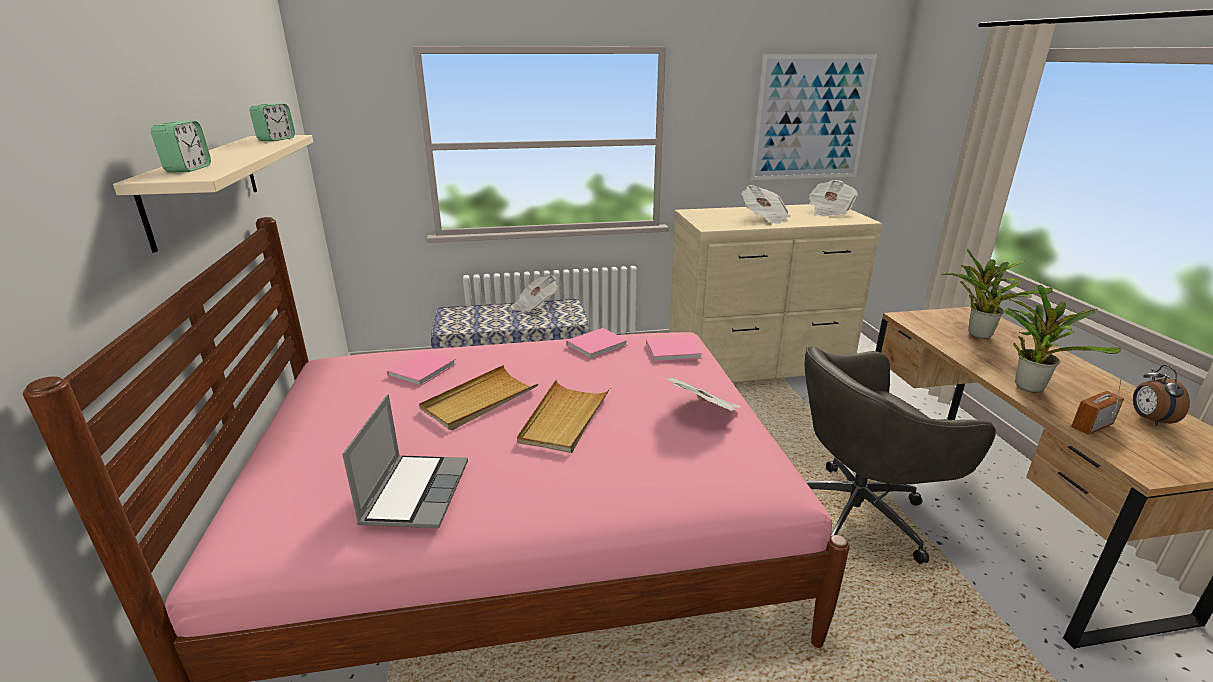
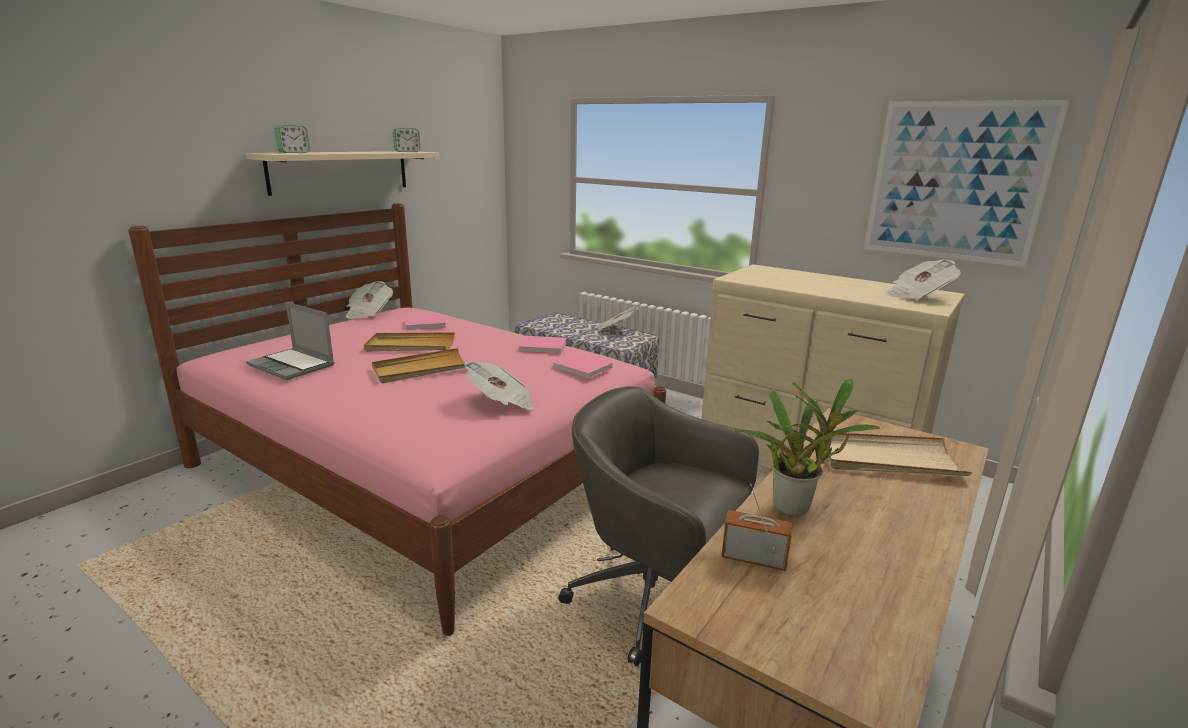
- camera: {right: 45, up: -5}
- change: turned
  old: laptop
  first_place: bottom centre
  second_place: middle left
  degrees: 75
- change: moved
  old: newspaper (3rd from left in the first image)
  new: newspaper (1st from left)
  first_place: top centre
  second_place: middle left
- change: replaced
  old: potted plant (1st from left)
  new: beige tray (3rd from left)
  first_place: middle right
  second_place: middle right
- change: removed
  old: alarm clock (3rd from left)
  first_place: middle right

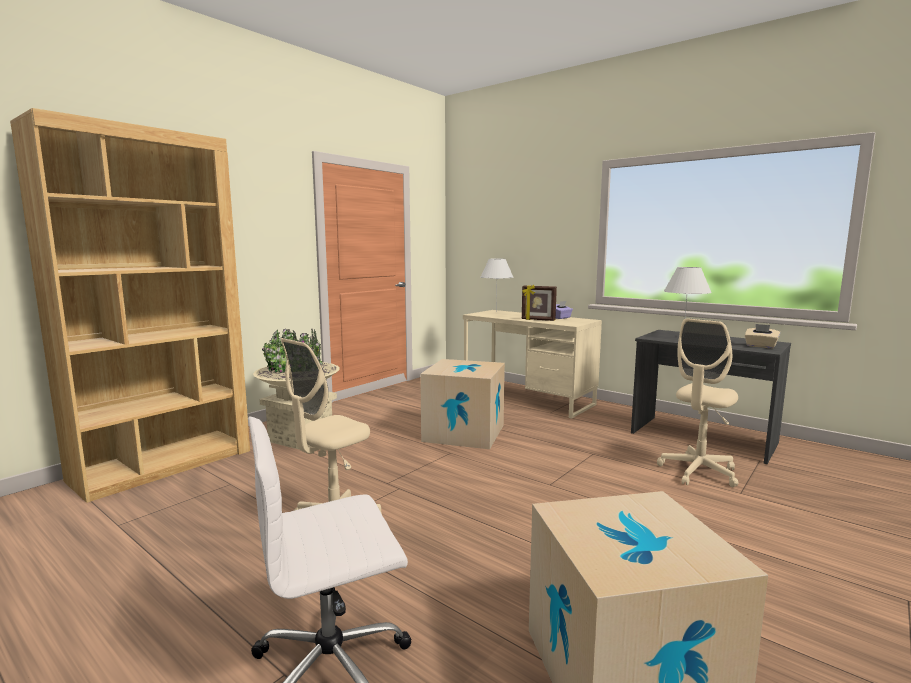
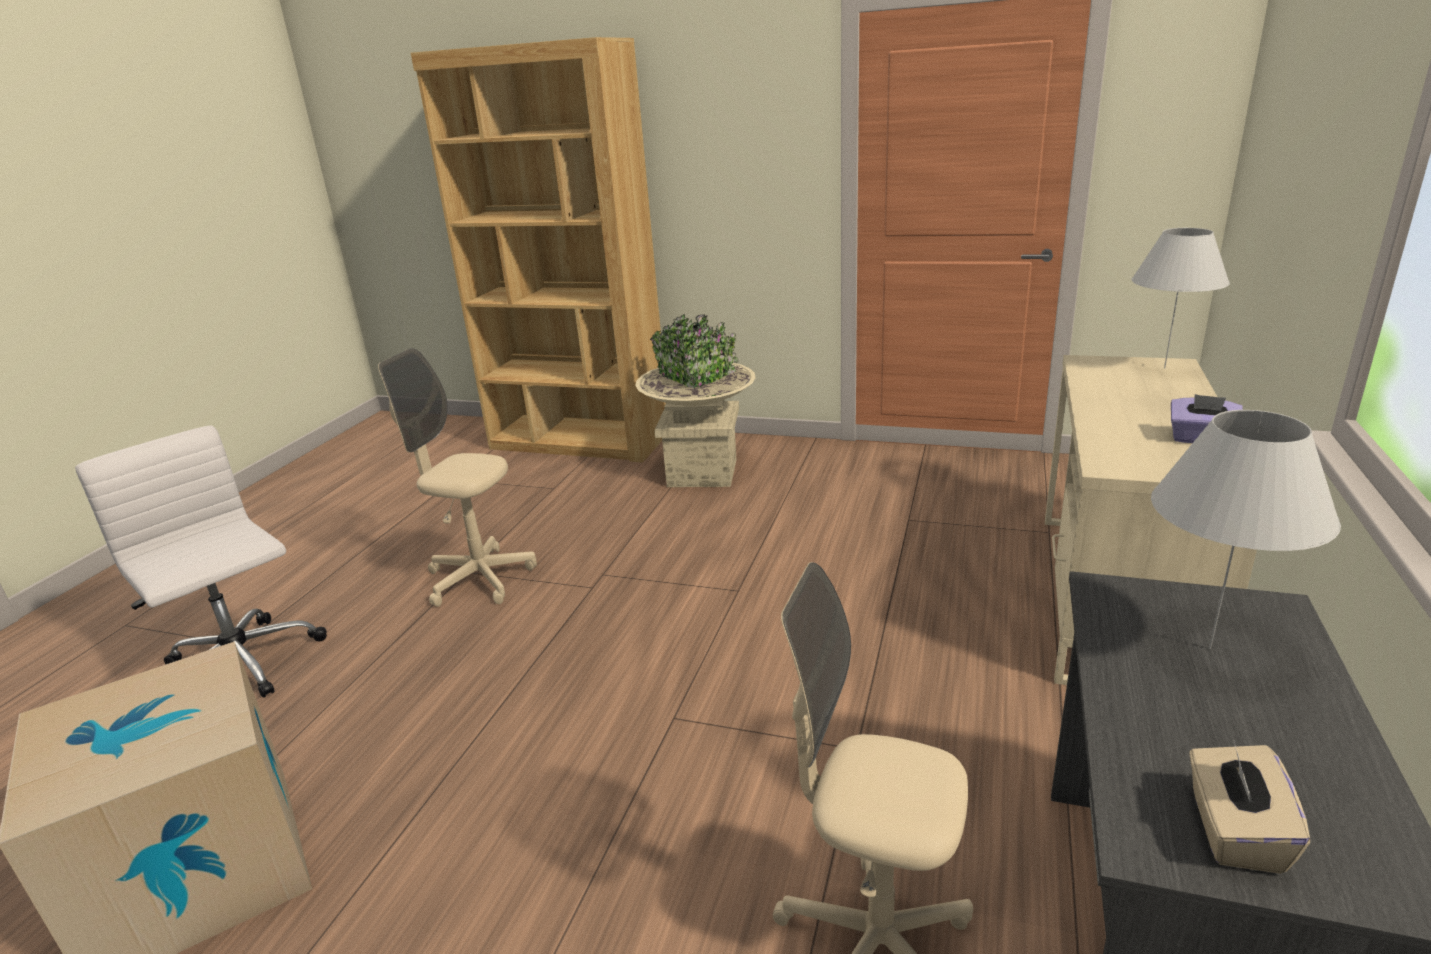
- camera: {right: 70, up: 15}
- change: removed
  old: cardboard box (1st from left)
  first_place: centre
- change: removed
  old: picture frame
  first_place: centre

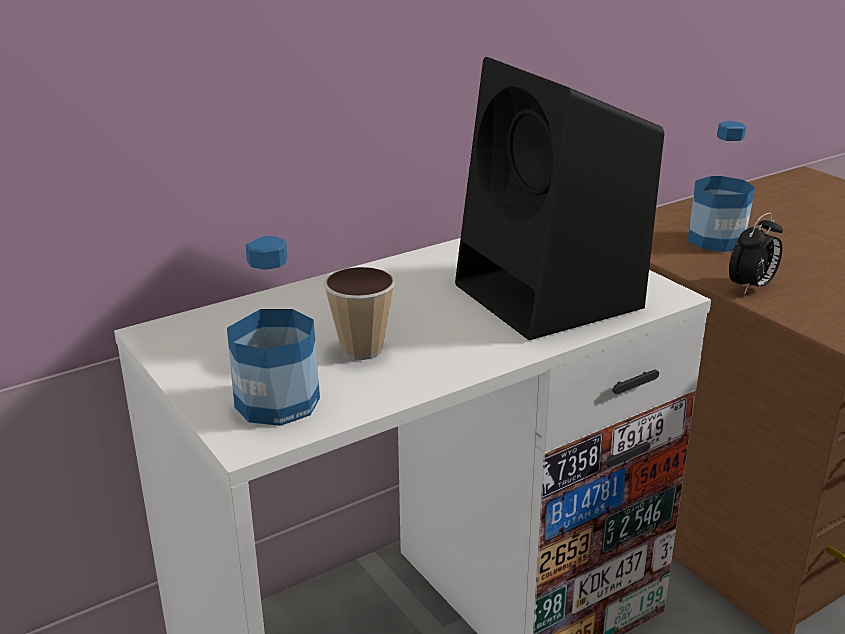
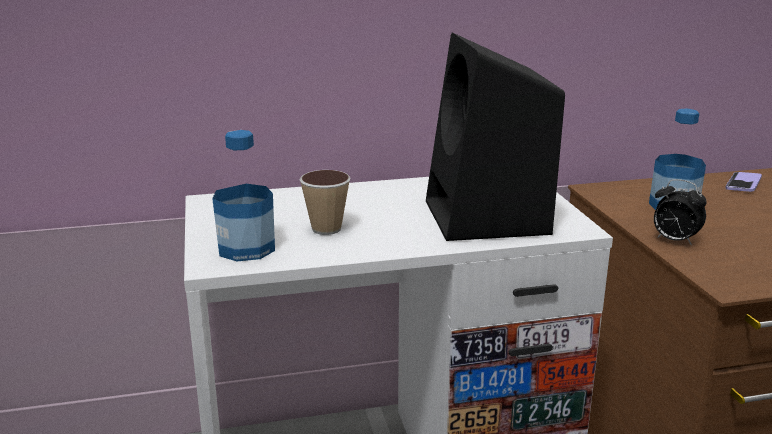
- camera: {right: 20, up: -5}
- change: turned
  old: alarm clock
  first_place: middle right
  second_place: middle right
  degrees: 60
- change: added
  new: phone
  second_place: middle right

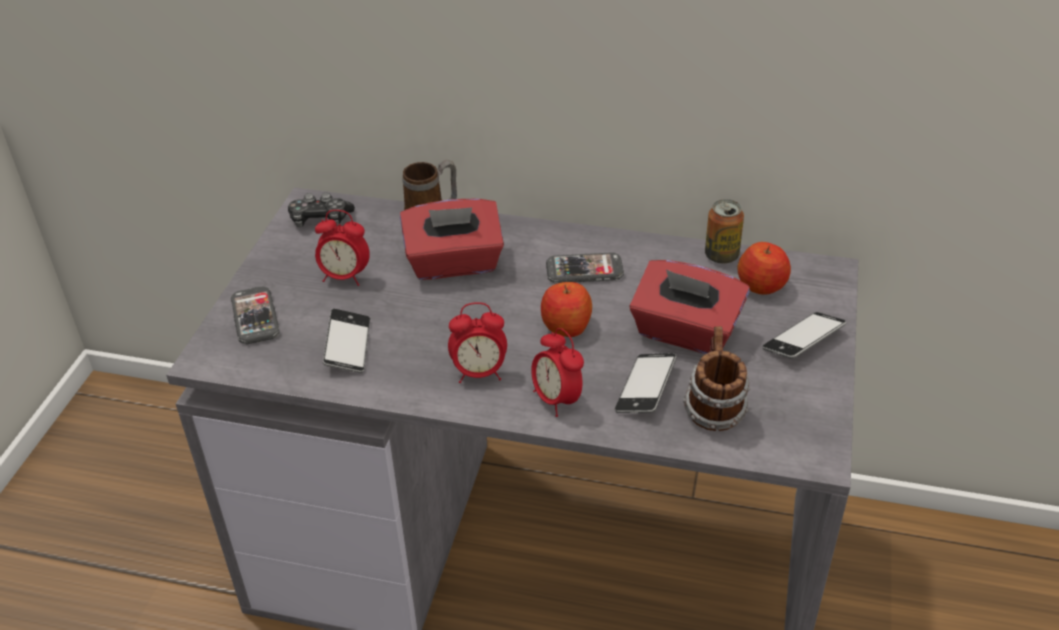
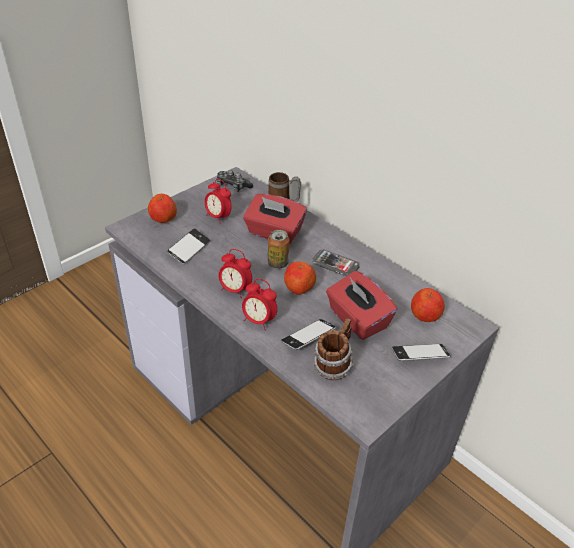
- camera: {right: 30, up: 0}
- change: replaced
  old: phone (1st from left)
  new: apple (1st from left)
  first_place: middle left
  second_place: middle left
- change: turned
  old: alarm clock (3rd from left)
  first_place: centre
  second_place: centre
  degrees: -60
- change: moved
  old: can
  first_place: middle right
  second_place: centre

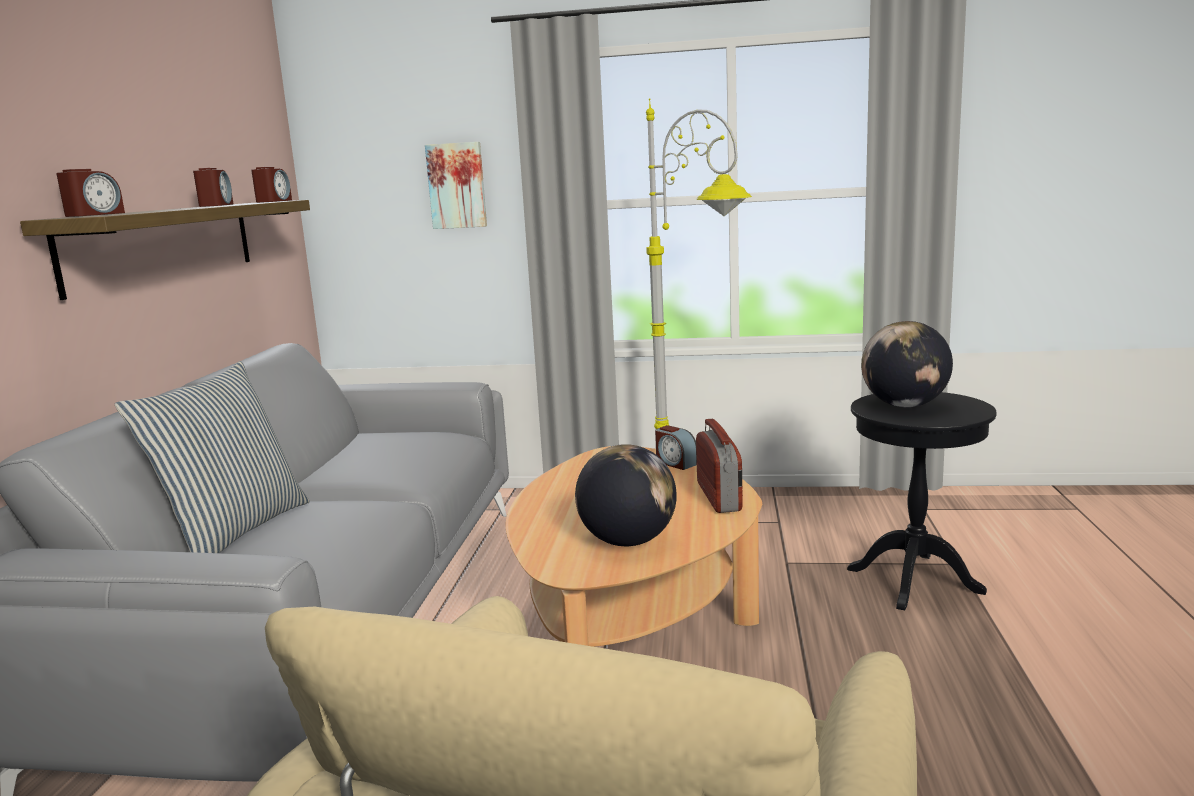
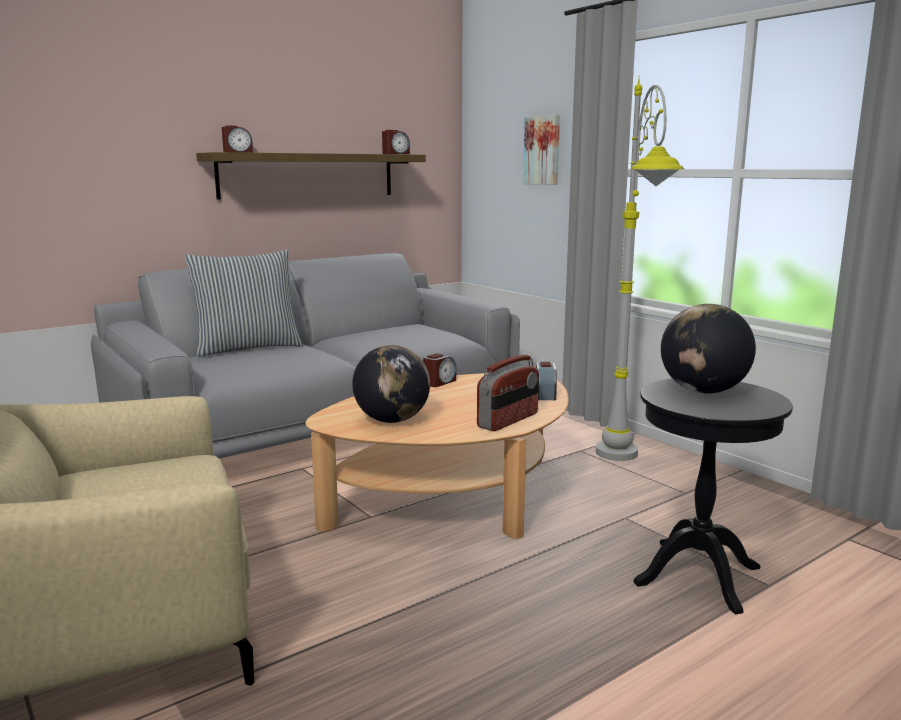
- camera: {right: 45, up: 0}
- change: moved
  old: alarm clock (2nd from left in the first image)
  new: alarm clock (3rd from left)
  first_place: top left
  second_place: centre

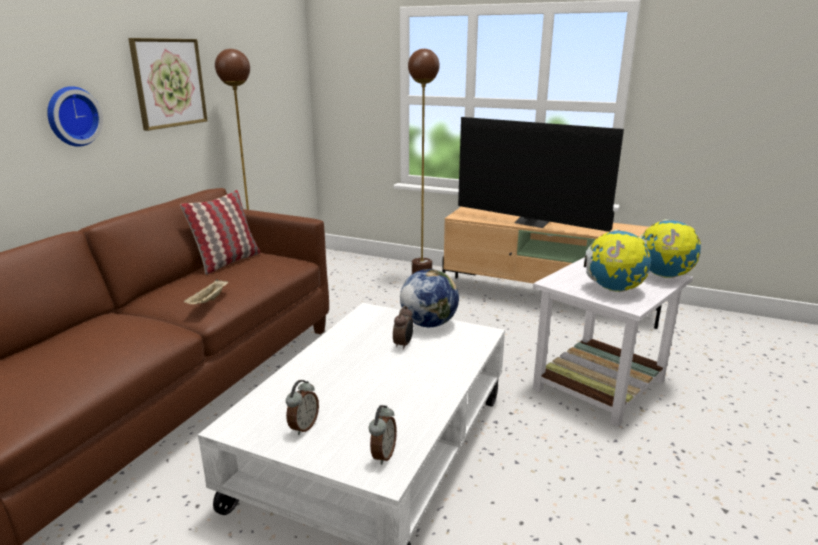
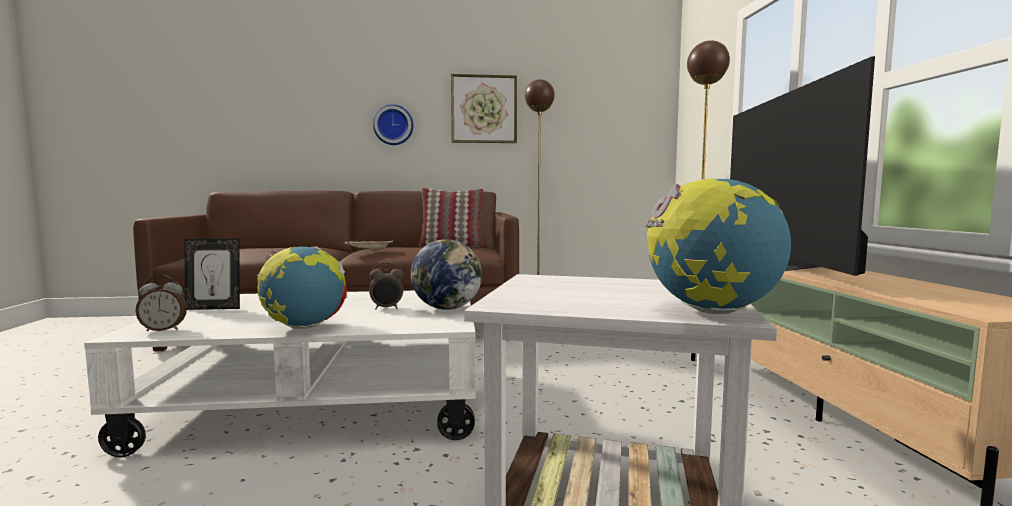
- camera: {right: 60, up: -15}
- change: replaced
  old: alarm clock (1st from left)
  new: picture frame
  first_place: bottom centre
  second_place: middle left
- change: moved
  old: globe (2nd from left in the first image)
  new: globe (1st from left)
  first_place: middle right
  second_place: middle left

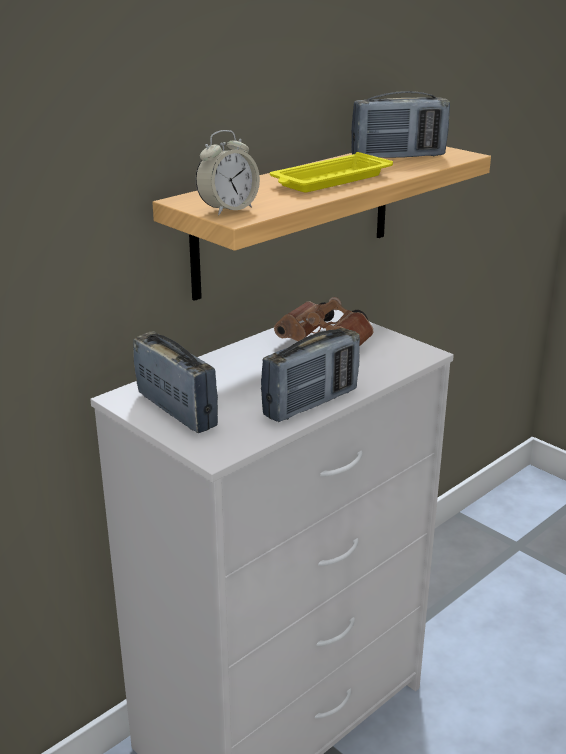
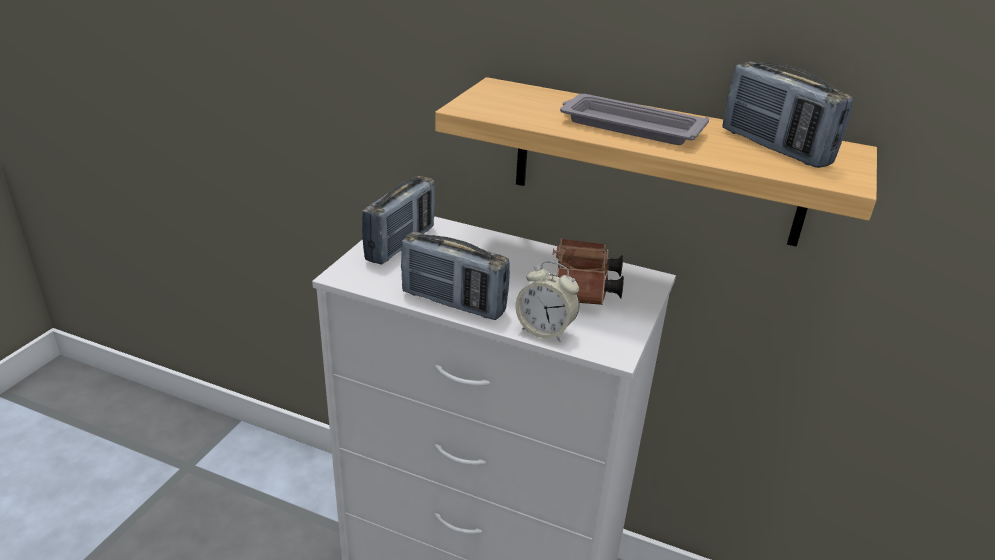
- camera: {right: 65, up: 5}
- change: moved
  old: alarm clock
  first_place: top centre
  second_place: centre
- change: recoloured
  old: yellow tray
  new: grey tray
  first_place: top centre
  second_place: top centre

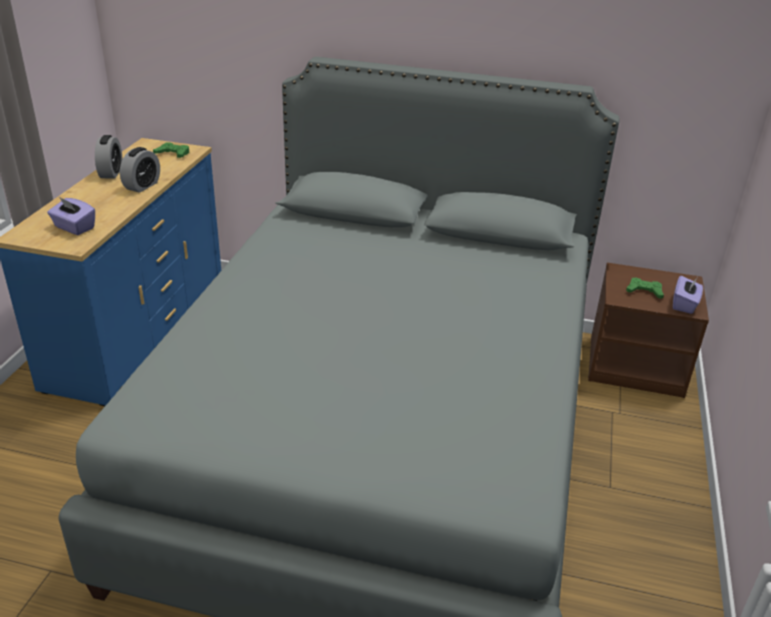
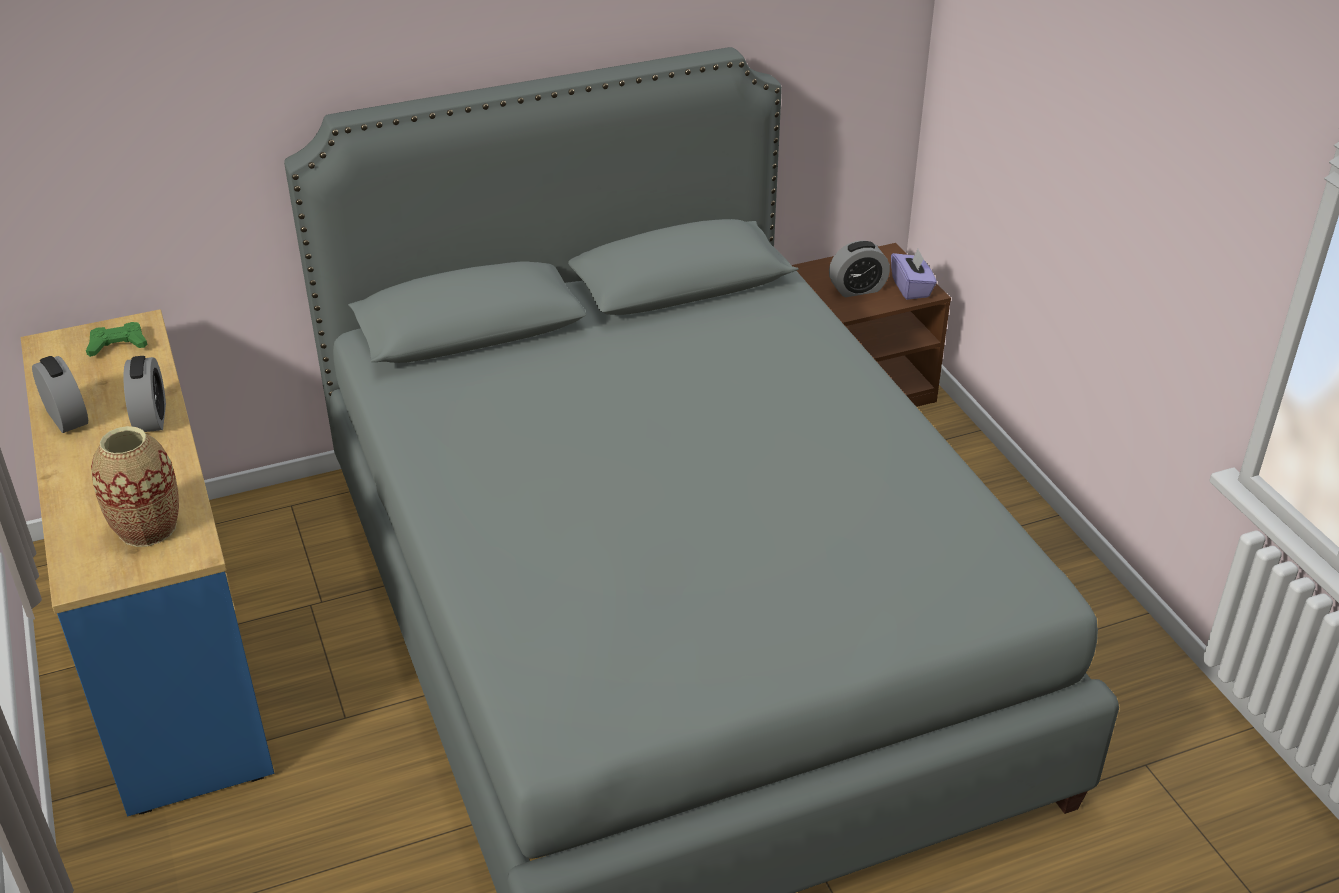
- camera: {right: -35, up: 5}
- change: replaced
  old: purple tissue box (1st from left)
  new: vase
  first_place: middle left
  second_place: middle left
- change: replaced
  old: green game controller (2nd from left)
  new: alarm clock (3rd from left)
  first_place: middle right
  second_place: top centre

